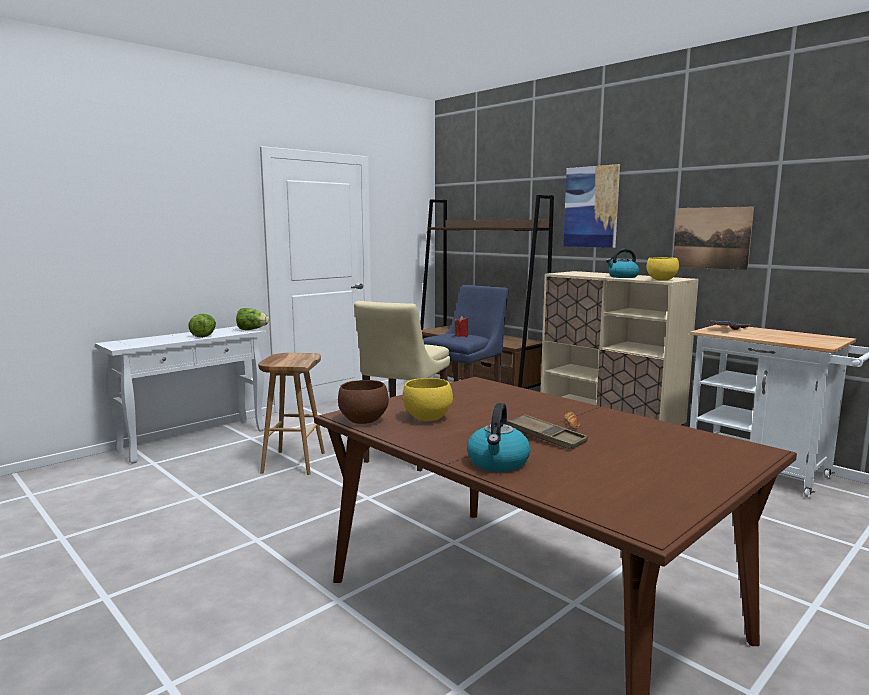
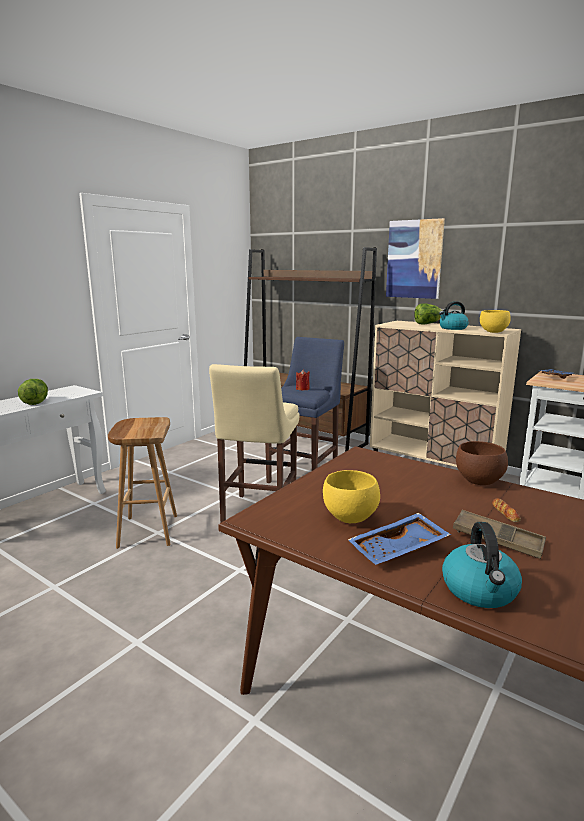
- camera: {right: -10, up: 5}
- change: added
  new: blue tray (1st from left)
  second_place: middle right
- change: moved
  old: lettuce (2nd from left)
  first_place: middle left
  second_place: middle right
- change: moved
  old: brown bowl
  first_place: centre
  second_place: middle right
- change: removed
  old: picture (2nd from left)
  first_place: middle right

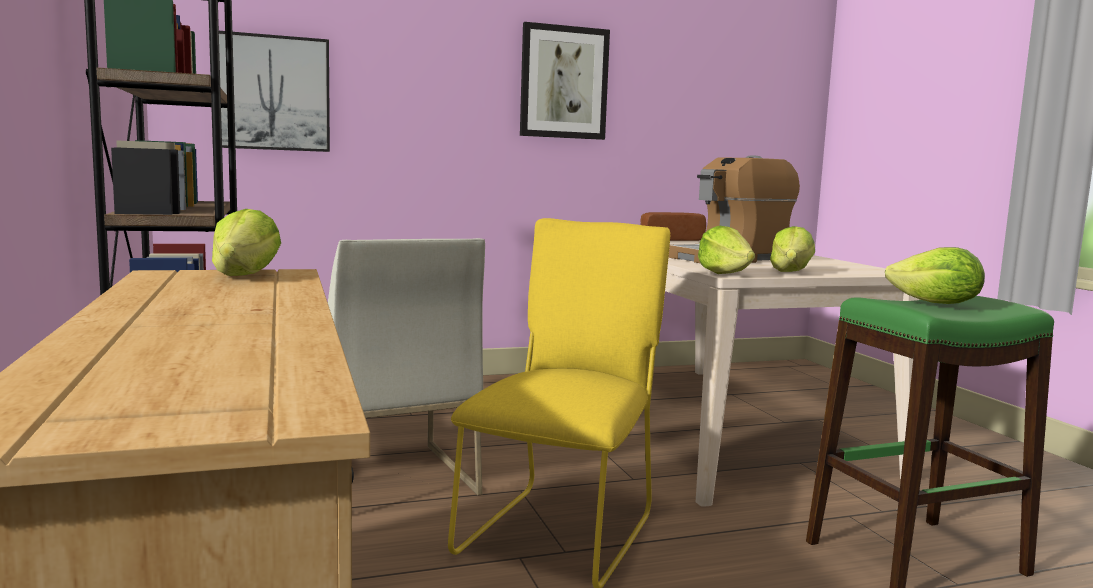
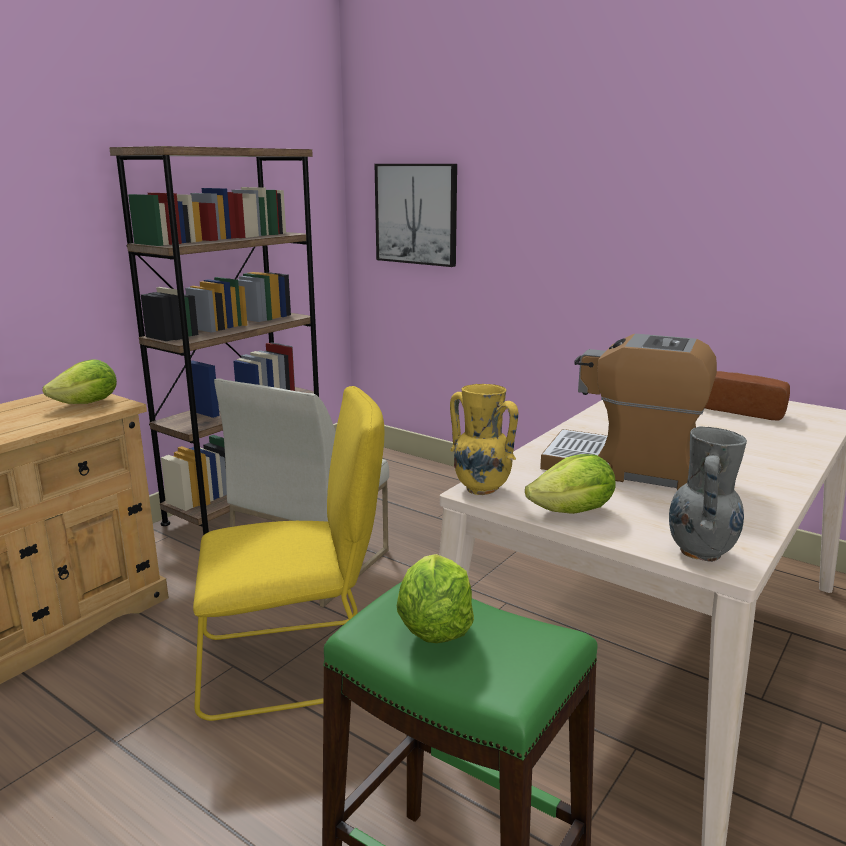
- camera: {right: 55, up: 10}
- change: replaced
  old: lettuce (2nd from left)
  new: yellow vase
  first_place: centre
  second_place: centre
- change: added
  new: grey vase
  second_place: middle right
- change: removed
  old: picture (2nd from left)
  first_place: top centre

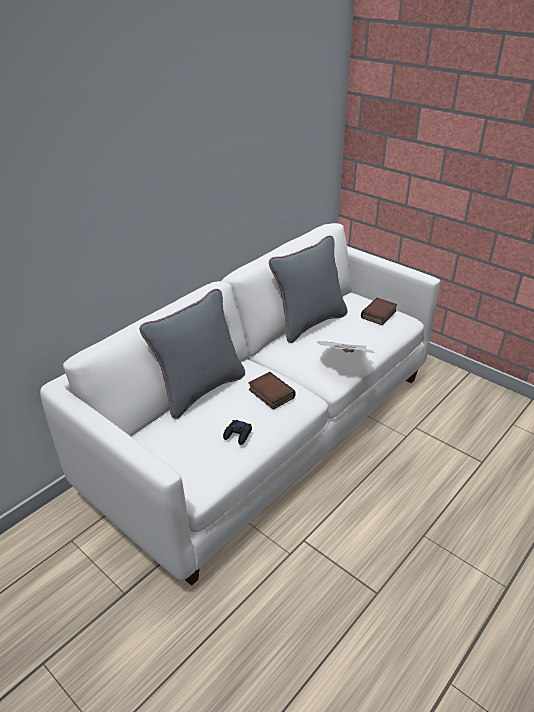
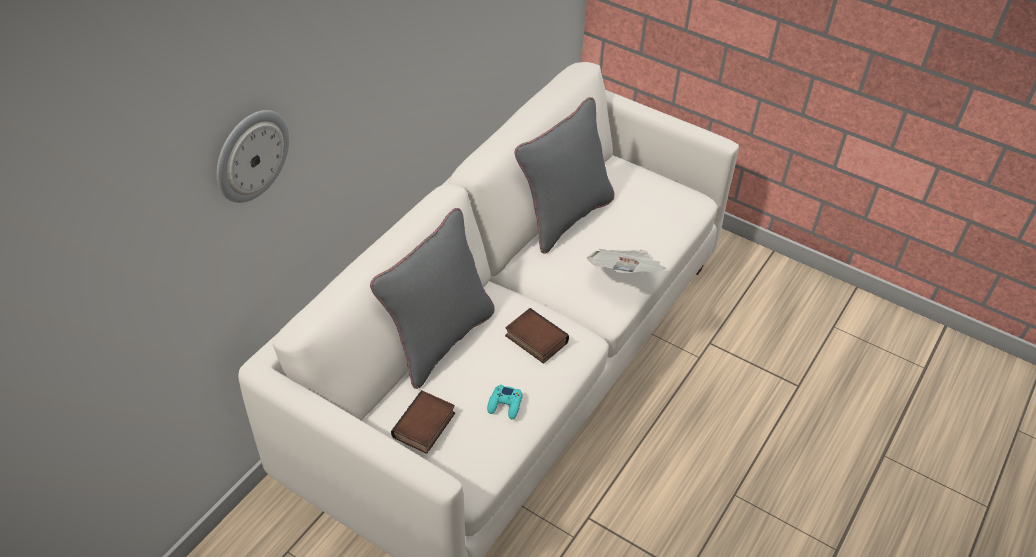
- camera: {right: -10, up: 10}
- change: added
  new: wall clock
  second_place: top left
- change: moved
  old: book (2nd from left in the first image)
  new: book (1st from left)
  first_place: middle right
  second_place: bottom centre
- change: recoloured
  old: black game controller
  new: turquoise game controller
  first_place: centre
  second_place: bottom centre

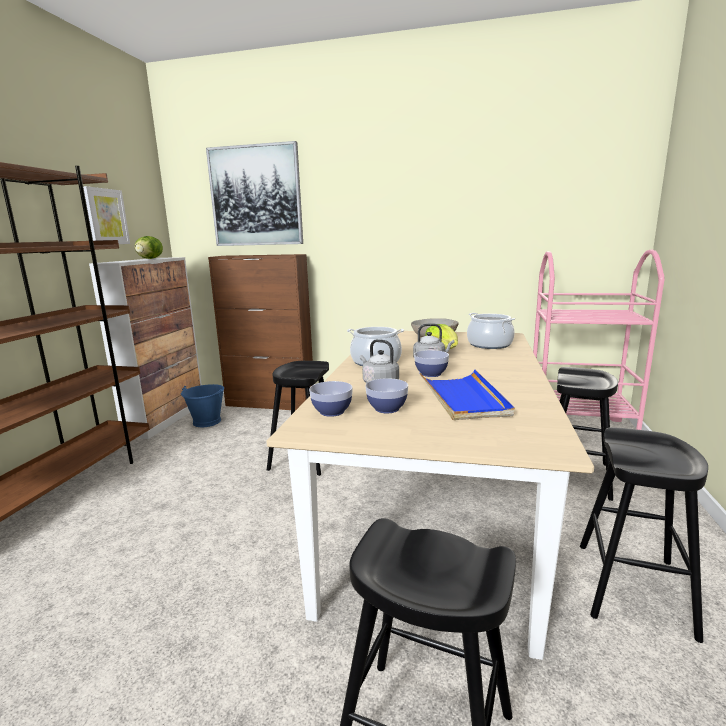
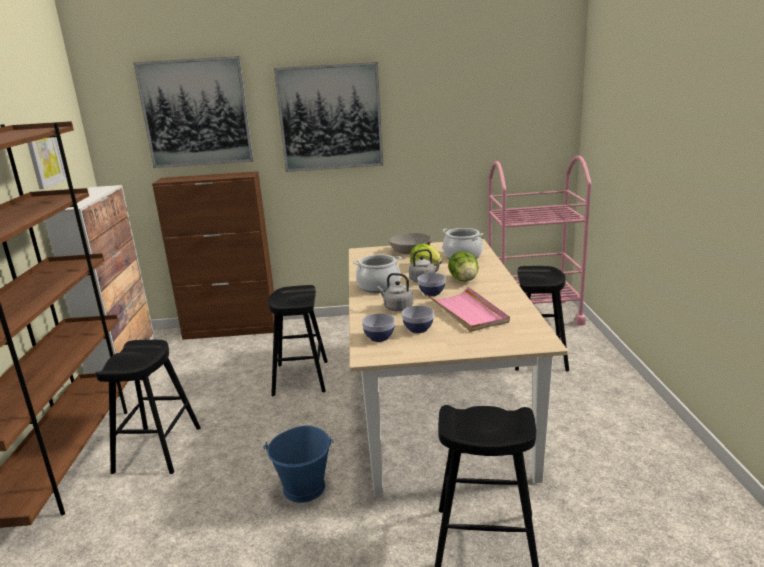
- camera: {right: -15, up: 5}
- change: moved
  old: black stool (4th from left in the first image)
  new: black stool (1st from left)
  first_place: bottom right
  second_place: bottom left
- change: moved
  old: blue bucket
  first_place: middle left
  second_place: bottom centre
- change: added
  new: picture (3rd from left)
  second_place: top centre
- change: recoloured
  old: blue tray
  new: pink tray
  first_place: centre
  second_place: centre
- change: moved
  old: lettuce (1st from left in the first image)
  new: lettuce (2nd from left)
  first_place: middle left
  second_place: centre

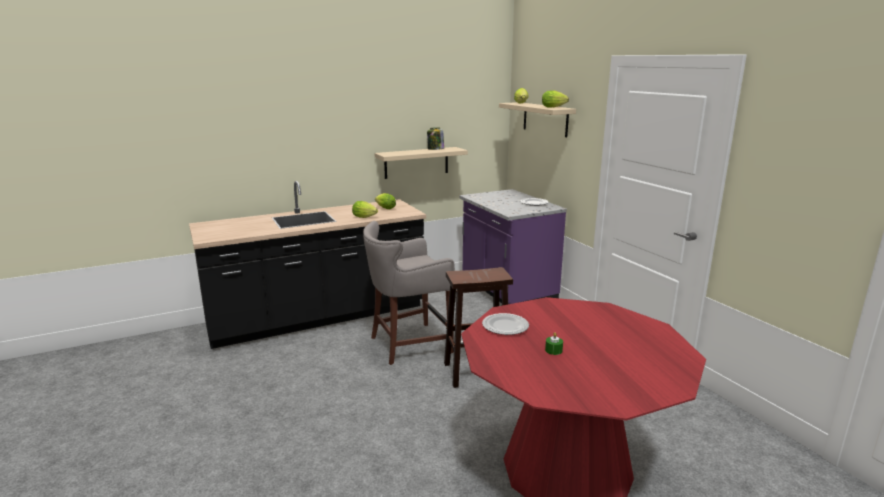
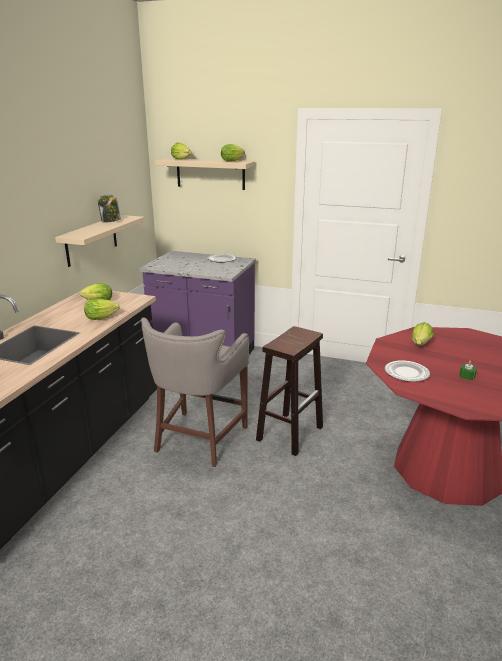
- camera: {right: -45, up: 5}
- change: added
  new: lettuce (5th from left)
  second_place: middle right

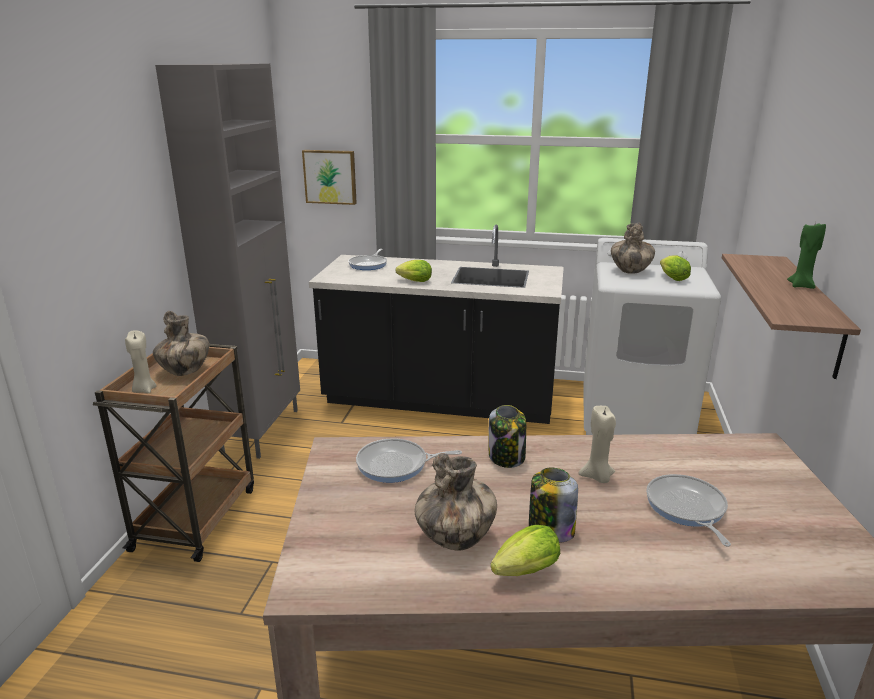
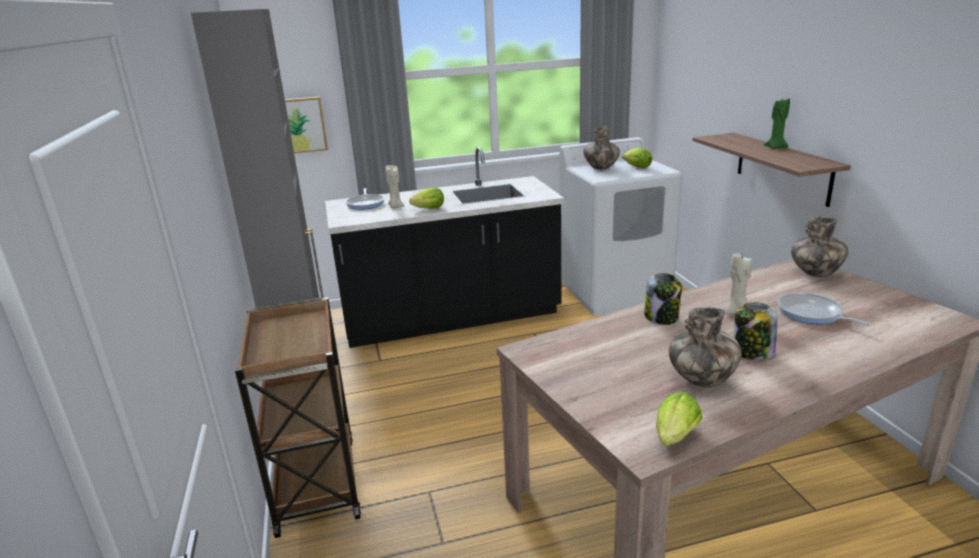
- camera: {right: -25, up: 0}
- change: moved
  old: beige candle (1st from left)
  first_place: middle left
  second_place: centre
- change: moved
  old: lettuce (2nd from left in the first image)
  new: lettuce (3rd from left)
  first_place: bottom centre
  second_place: bottom right
- change: moved
  old: vase (1st from left in the first image)
  new: vase (3rd from left)
  first_place: middle left
  second_place: middle right
- change: removed
  old: frying pan (2nd from left)
  first_place: centre

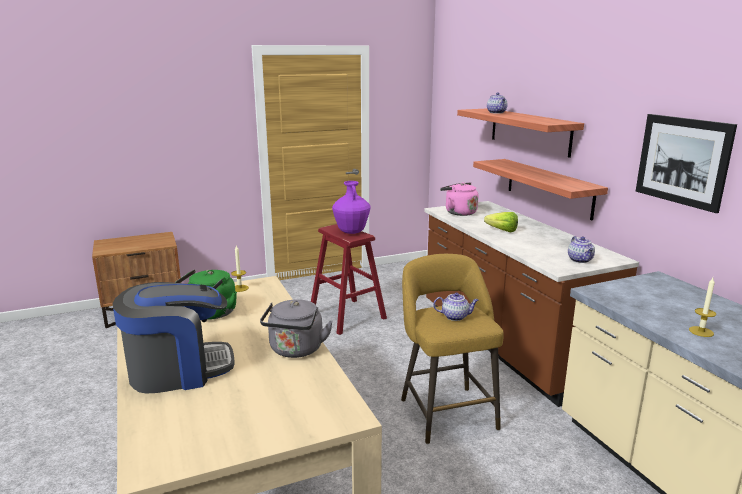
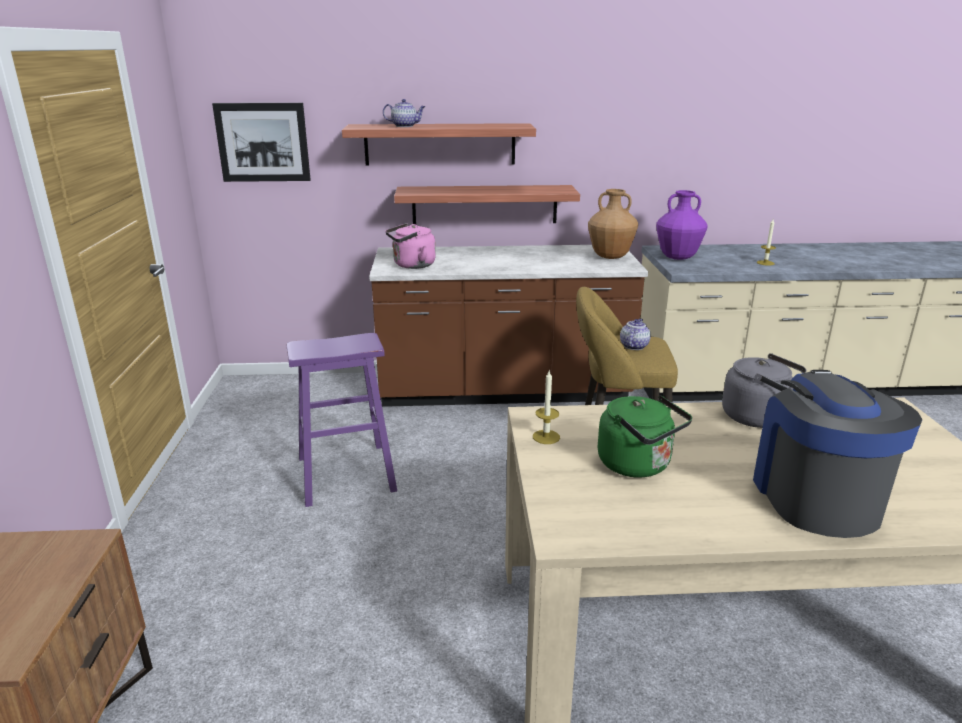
- camera: {right: -70, up: 5}
- change: moved
  old: picture
  first_place: top right
  second_place: top left
- change: recoloured
  old: red stool
  new: purple stool
  first_place: centre
  second_place: centre
- change: replaced
  old: teapot (3rd from left)
  new: brown vase
  first_place: middle right
  second_place: top centre
- change: moved
  old: purple vase
  first_place: centre
  second_place: top right
- change: removed
  old: lettuce
  first_place: middle right

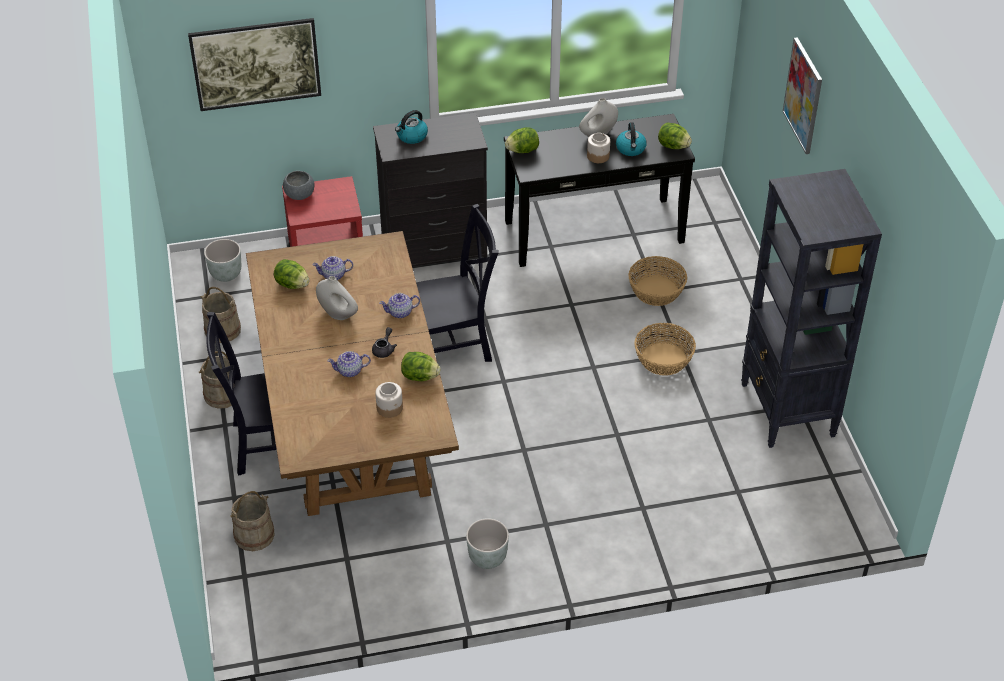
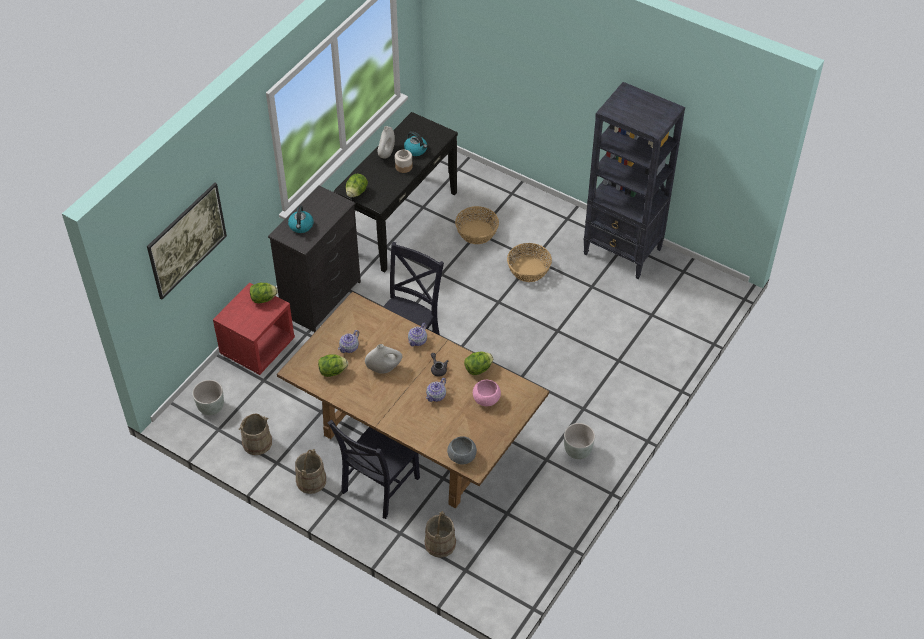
- camera: {right: -45, up: 5}
- change: moved
  old: lettuce (4th from left in the first image)
  new: lettuce (1st from left)
  first_place: top right
  second_place: middle left
- change: moved
  old: grey bowl
  first_place: top left
  second_place: bottom centre
- change: replaced
  old: jar (1st from left)
  new: pink bowl
  first_place: centre
  second_place: centre
- change: removed
  old: picture (2nd from left)
  first_place: top right

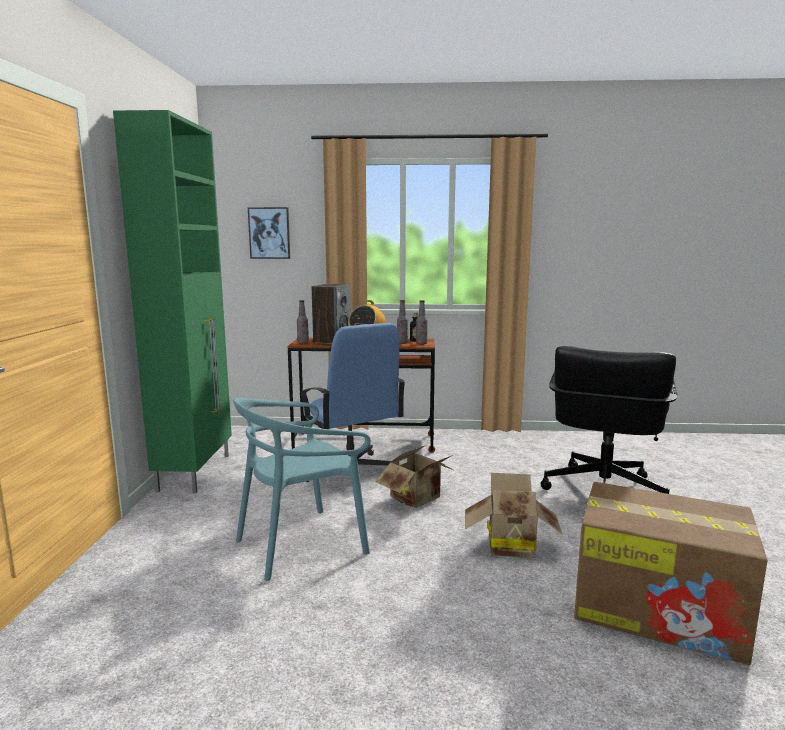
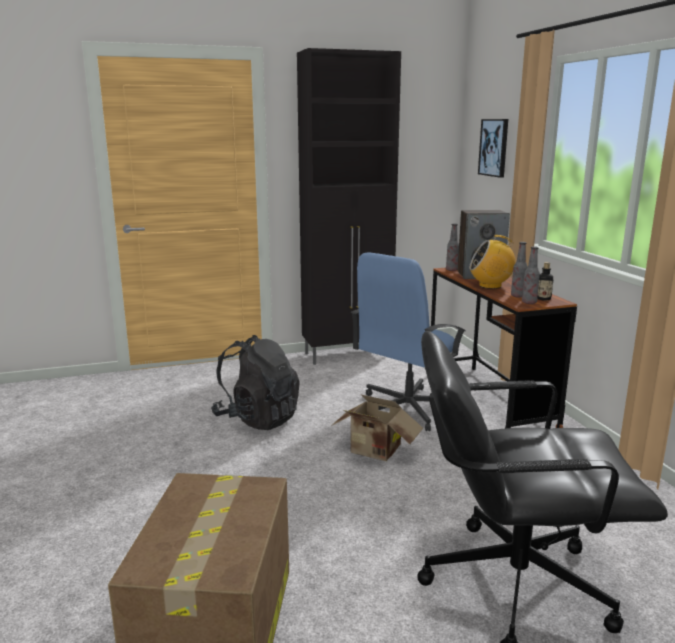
- camera: {right: 70, up: 5}
- change: replaced
  old: turquoise chair
  new: black backpack
  first_place: bottom centre
  second_place: centre
- change: recoloured
  old: green cabinet
  new: black cabinet
  first_place: middle left
  second_place: top centre
- change: removed
  old: cardboard box (2nd from left)
  first_place: bottom centre

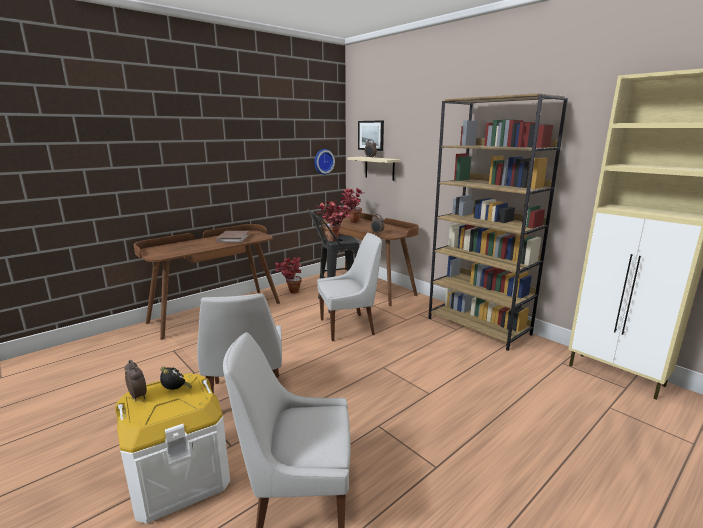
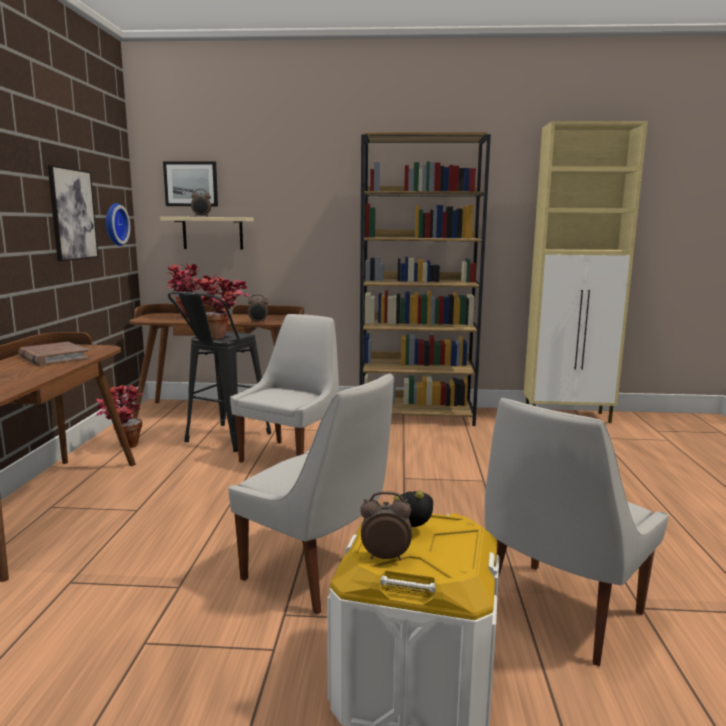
- camera: {right: -45, up: -5}
- change: added
  new: picture (1st from left)
  second_place: top left

